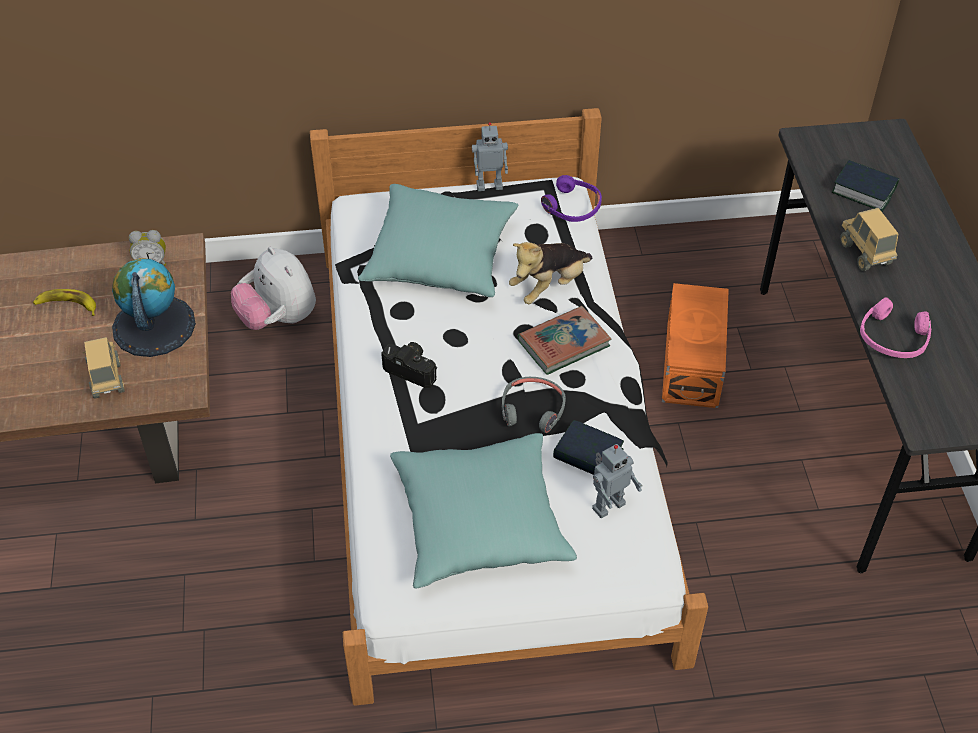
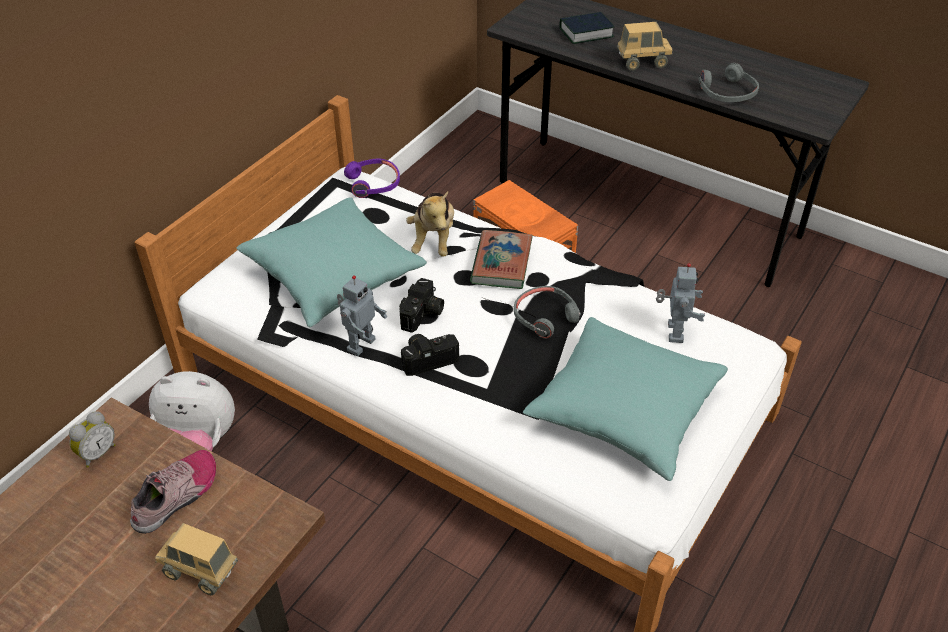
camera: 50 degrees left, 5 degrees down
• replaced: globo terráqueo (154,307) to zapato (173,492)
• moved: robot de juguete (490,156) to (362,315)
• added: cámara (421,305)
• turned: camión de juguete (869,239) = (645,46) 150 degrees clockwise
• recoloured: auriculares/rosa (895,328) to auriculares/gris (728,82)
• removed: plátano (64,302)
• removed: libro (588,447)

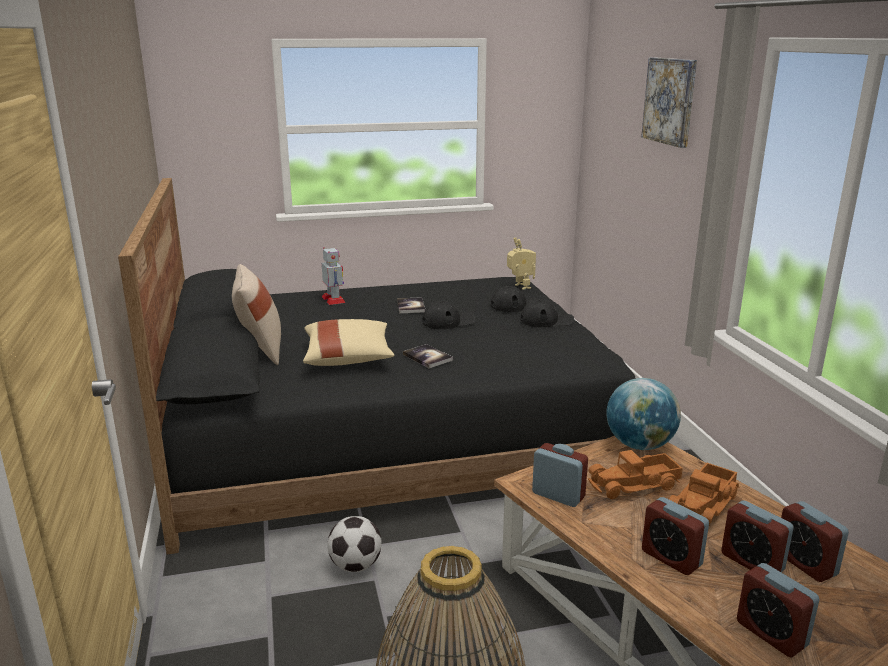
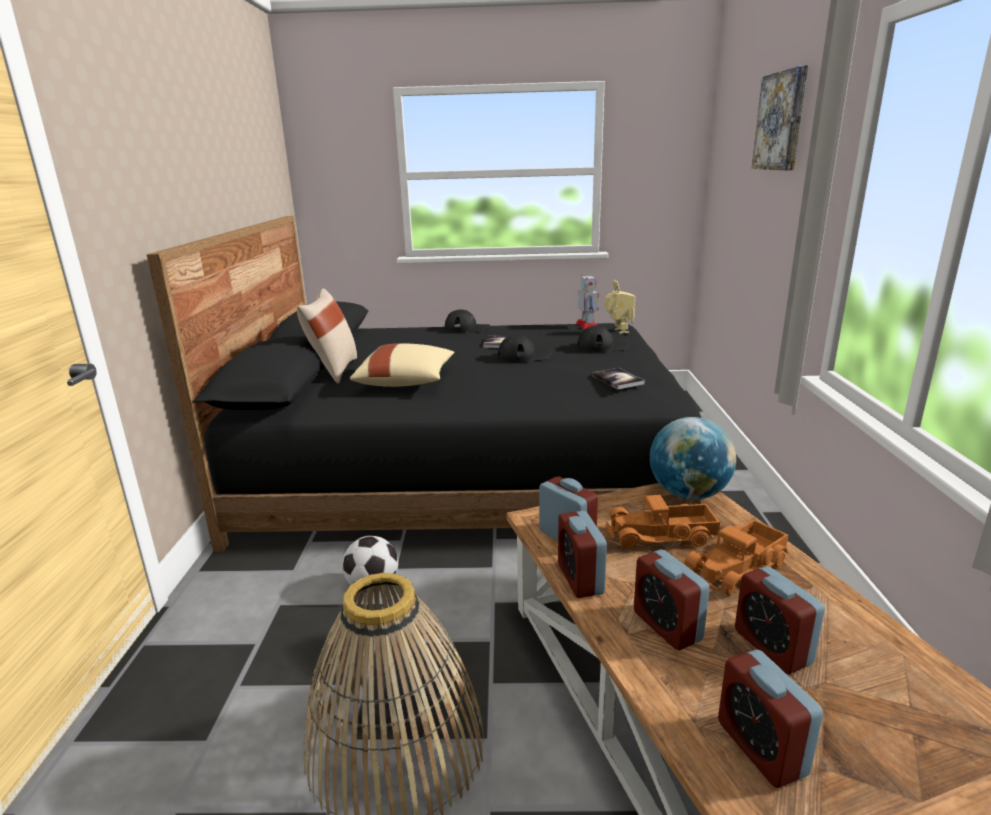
camera: 15 degrees right, 0 degrees up
• moved: gorra/negro (547,313) to (467,321)
• moved: despertador (815,541) to (582,554)
• moved: robot de juguete (333,276) to (587,302)
• moved: libro (428,356) to (618,378)

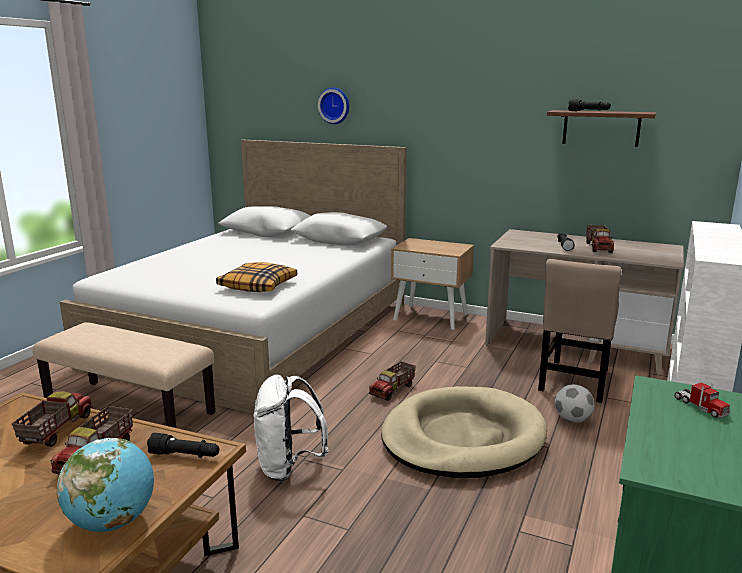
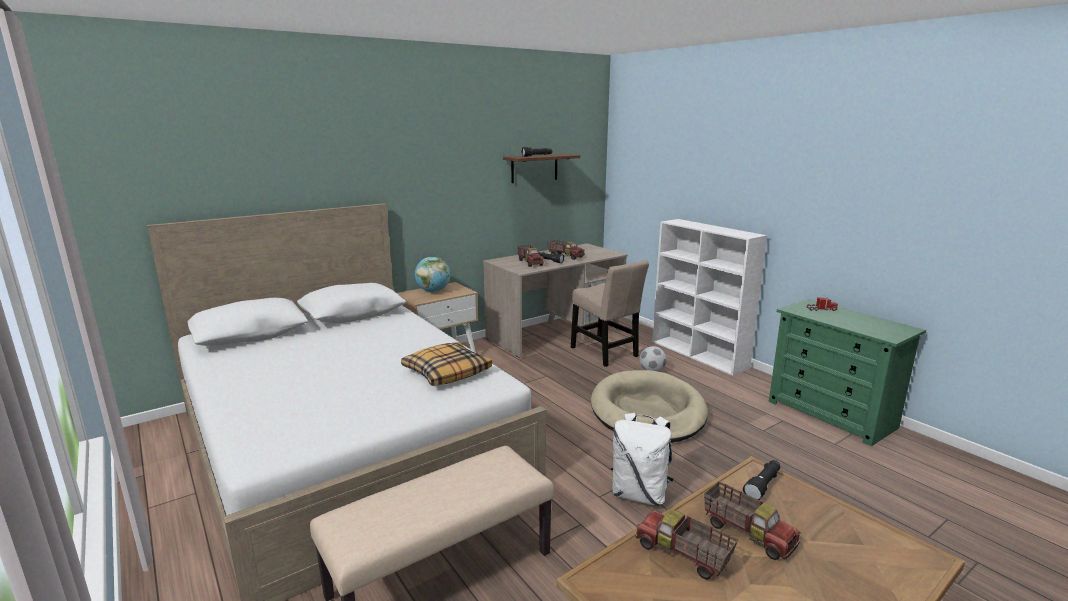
camera: 60 degrees left, 0 degrees up
• moved: globo terráqueo (105,485) to (432,274)
• moved: camión de juguete (392,381) to (530,256)
• removed: reloj de pared (333,105)

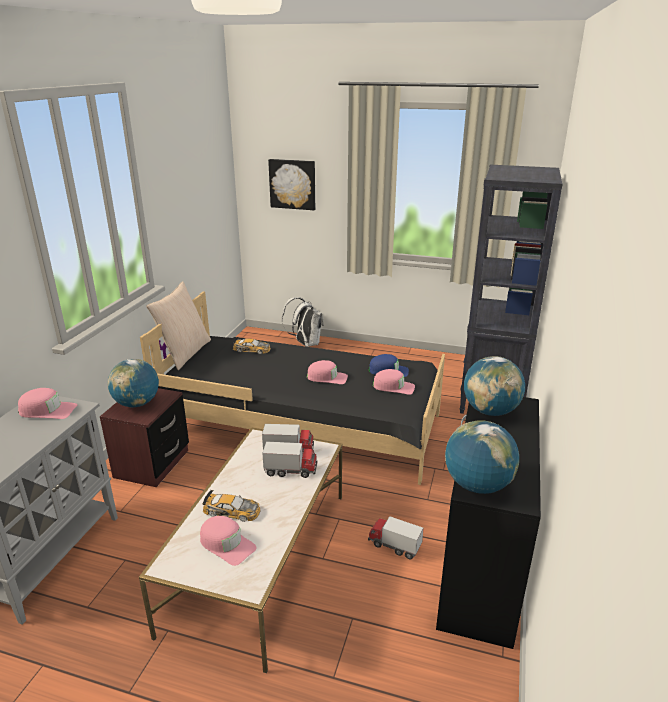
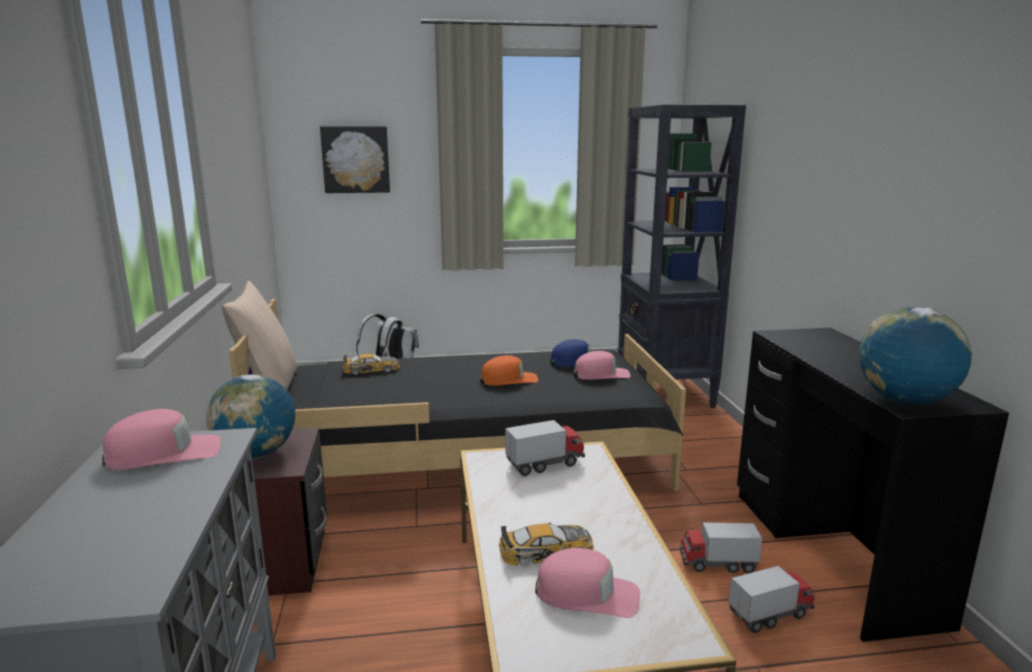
camera: 25 degrees left, 10 degrees down
• recoloured: gorra/rosa (327,372) to gorra/naranja (509,370)
• moved: camión de juguete (289,459) to (772,599)
• removed: globo terráqueo (494,386)

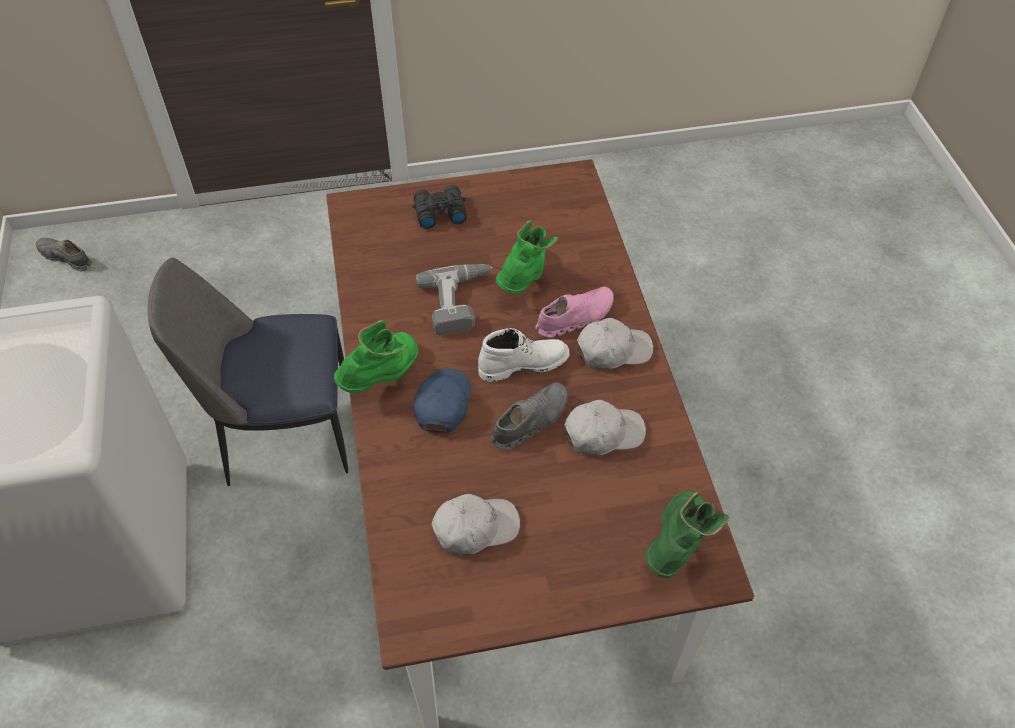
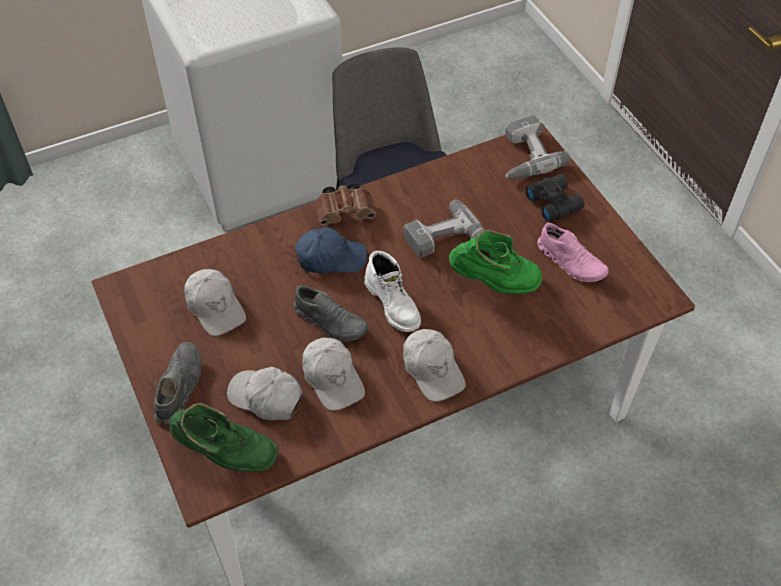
camera: 75 degrees right, 0 degrees up
• moved: zapato/gris (64,254) to (178,383)
• added: gorra/blanco (265,394)
• replaced: bota/verde (376,356) to prismáticos/marrón (345,204)
• added: taladro (537,147)
• moved: zapato/rosa (574,312) to (573,252)

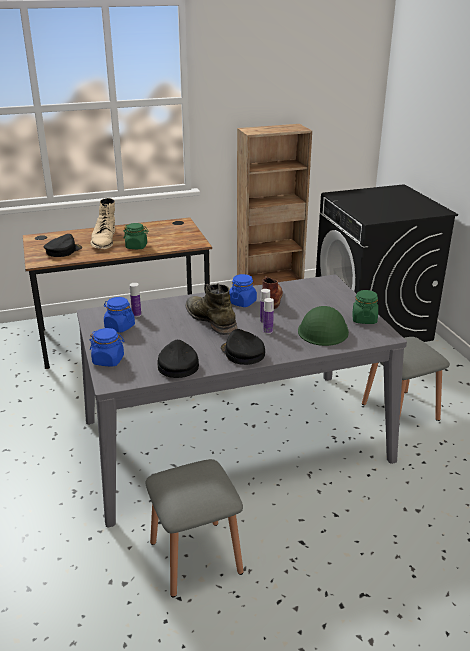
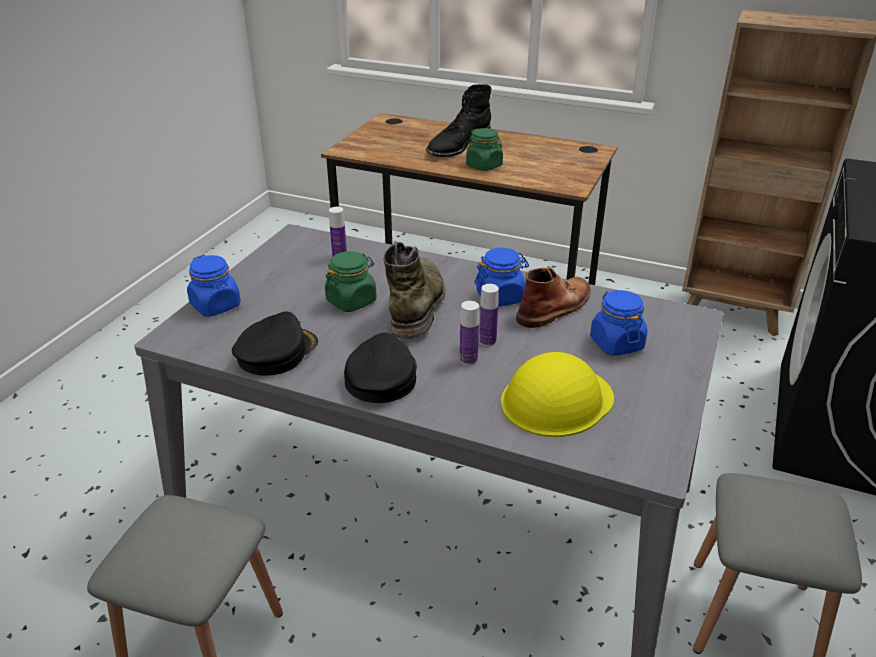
camera: 40 degrees right, 5 degrees up
• moved: tarro/verde (365,307) to (351,281)
• recoloured: bota/beis (103,223) to bota/negro (458,120)
• recoloured: casco/verde (323,326) to casco/amarillo (557,394)
• moved: tarro/azul (119,315) to (618,323)
• removed: gorra/negro (63,245)

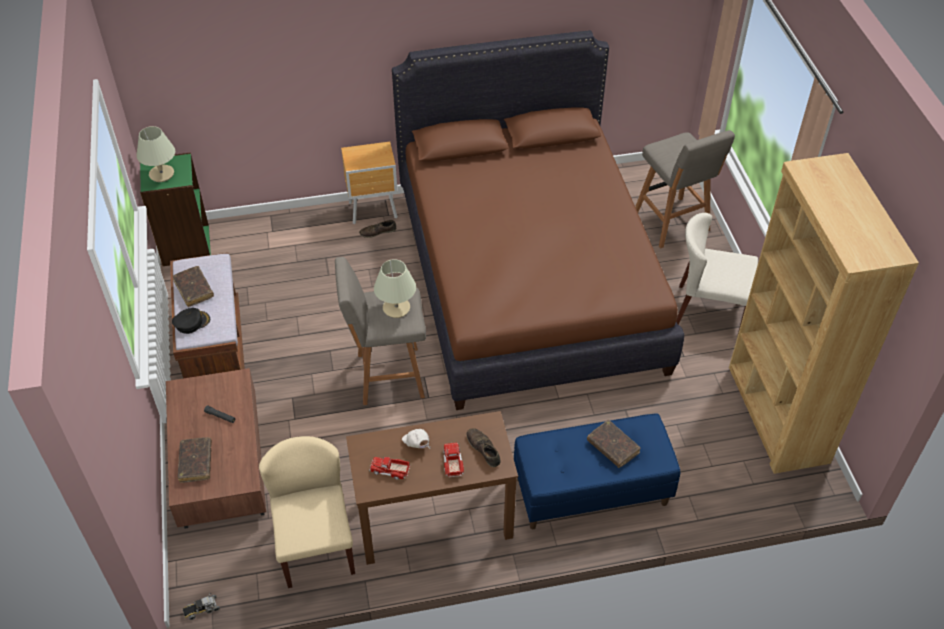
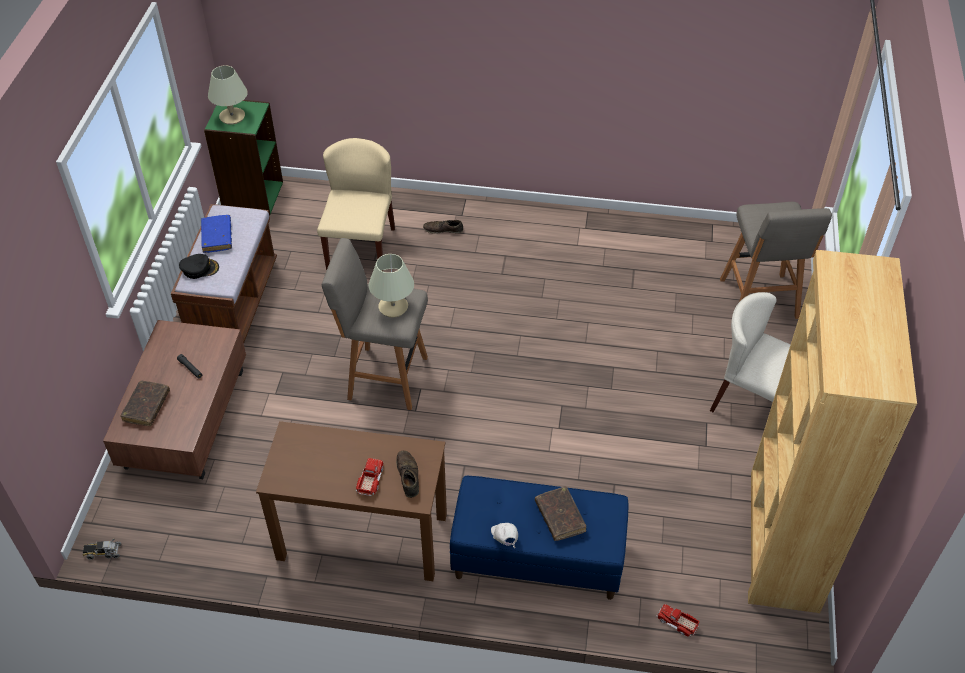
camera: 20 degrees right, 0 degrees up
• recoloured: libro/marrón (193,286) to libro/azul (216,234)
• moved: silla/beis (307,512) to (356,205)
• moved: gorra/blanco (416,438) to (504,535)
• moved: camión de juguete (389,468) to (677,620)
• removed: mesita de noche/marrón (369,183)
• removed: cama/marrón (538,220)

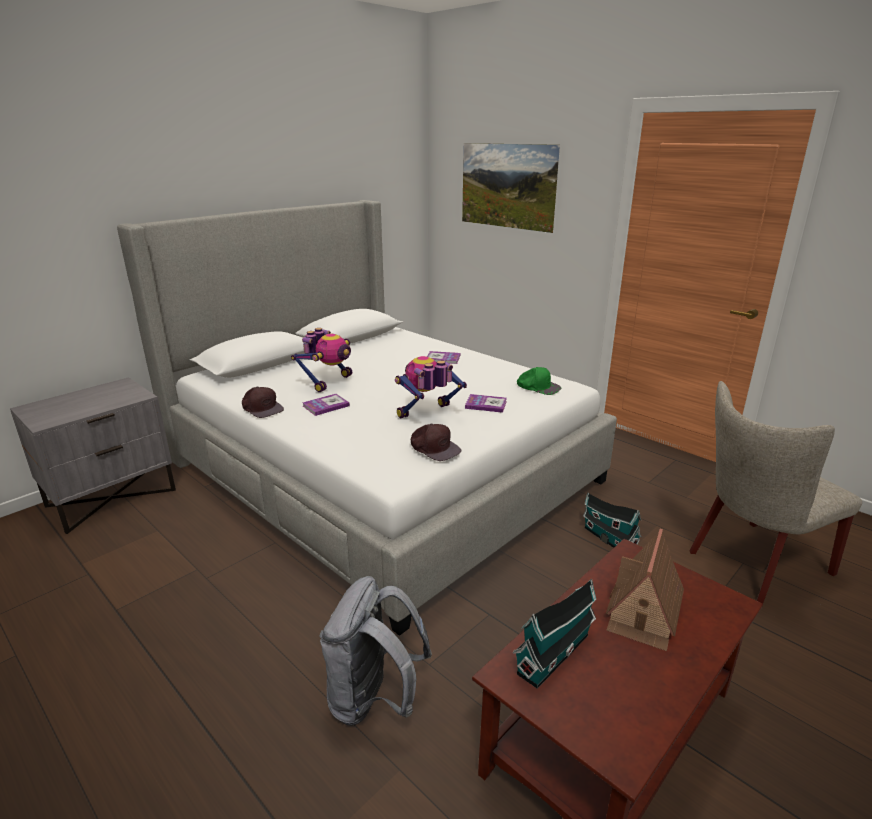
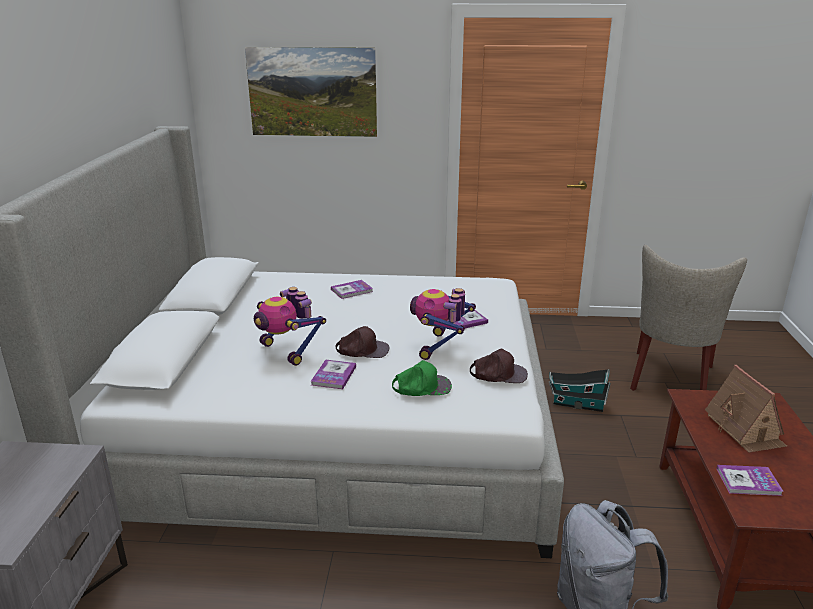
camera: 40 degrees left, 0 degrees up
• turned: robot de juguete (321,360) = (290,326) 150 degrees clockwise
• moved: gorra/marrón (263,402) to (362,342)
• moved: gorra/verde (539,381) to (422,378)
• replaced: casita (554,634) to libro (750,480)

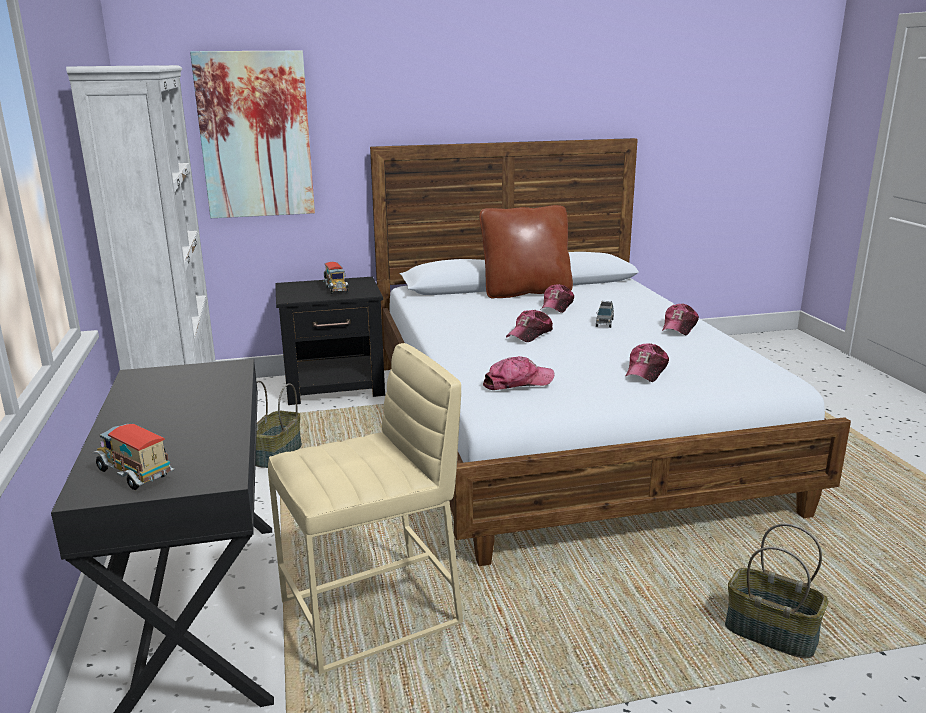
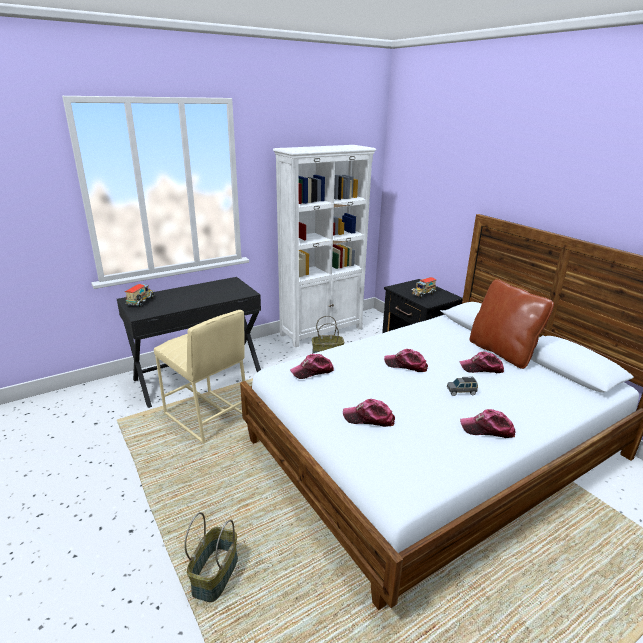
camera: 70 degrees right, 5 degrees up
• turned: gorra (519,373) = (312,366) 105 degrees clockwise
• removed: cuadro (252,134)

